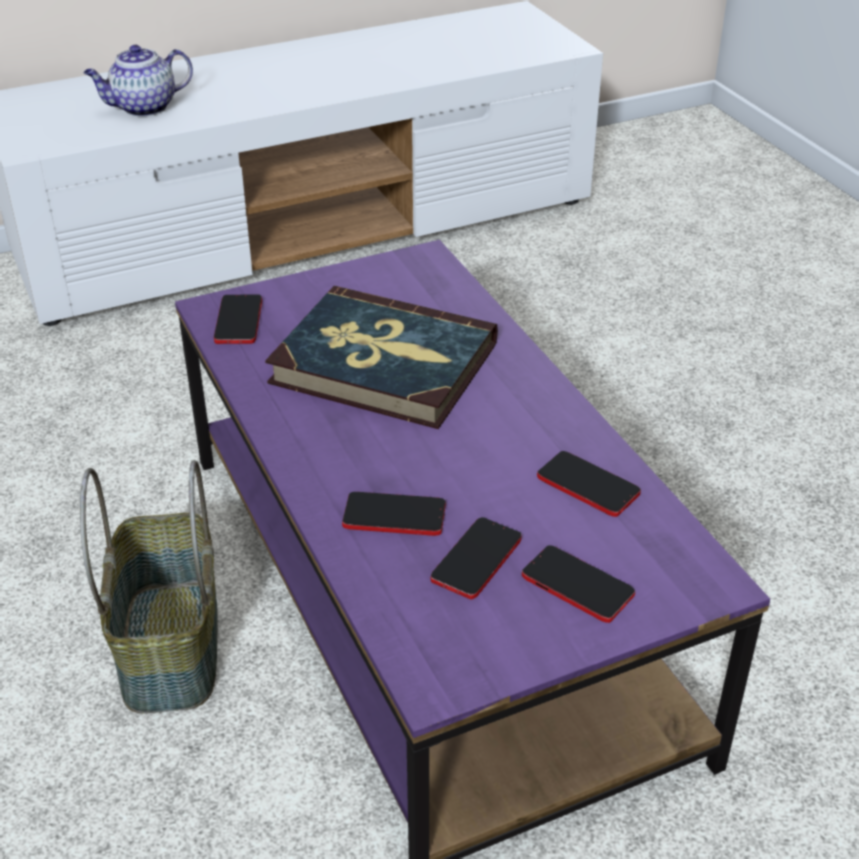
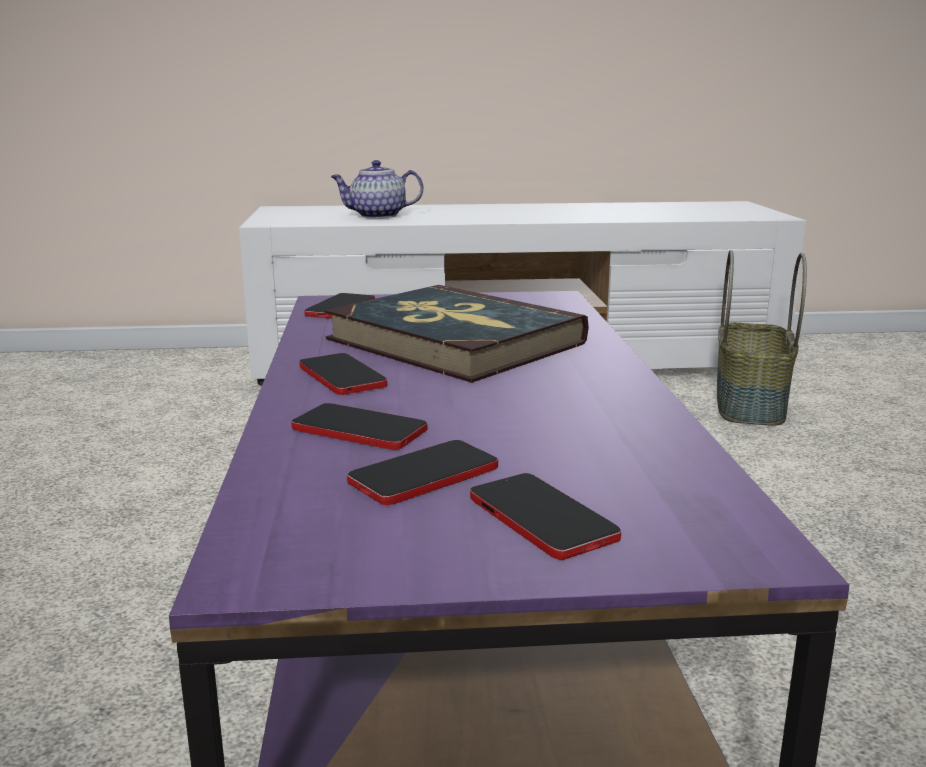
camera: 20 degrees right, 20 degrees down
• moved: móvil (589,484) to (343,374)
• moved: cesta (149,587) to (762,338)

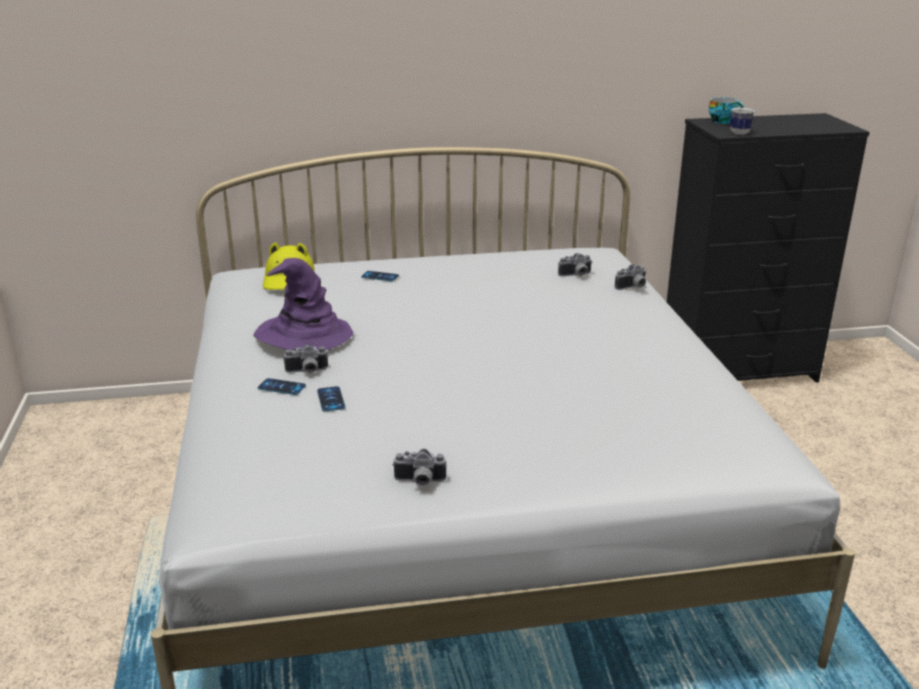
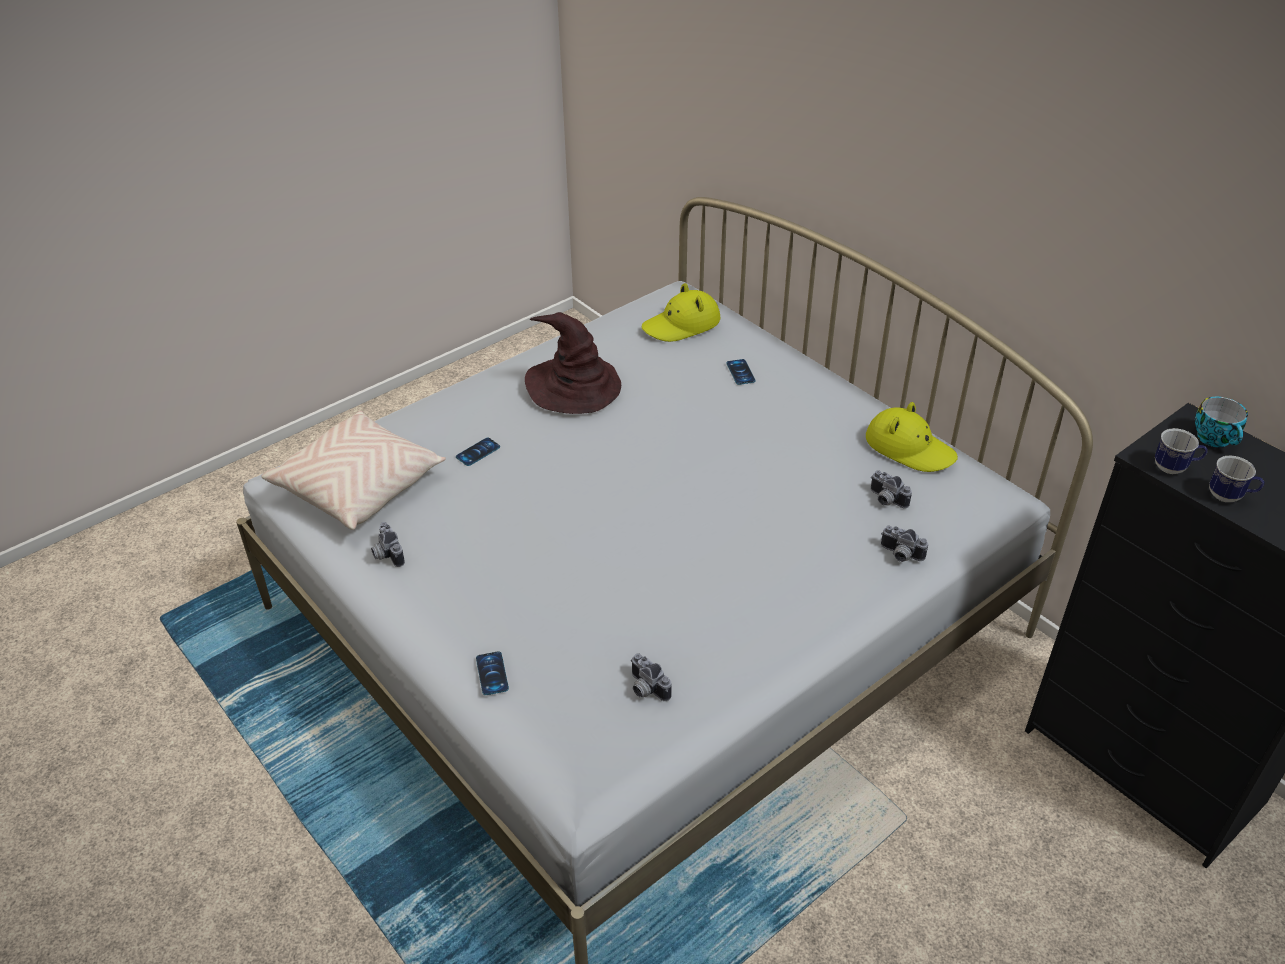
camera: 60 degrees right, 15 degrees up
• added: cojín/beis (353,470)
• moved: móvil (281,386) to (492,673)
• recoloured: sombrero/morado (303,304) to sombrero/marrón (573,363)
• moved: cámara (305,358) to (651,677)
• added: sombrero/amarillo (912,437)
• added: taza grande (1236,479)

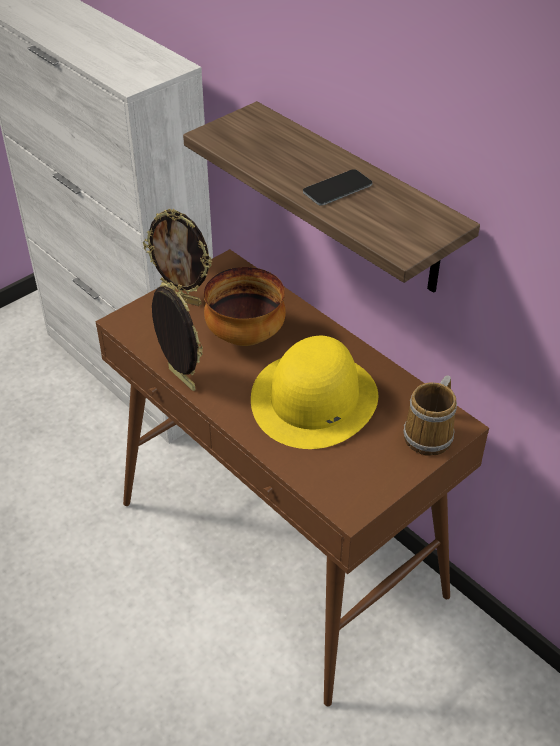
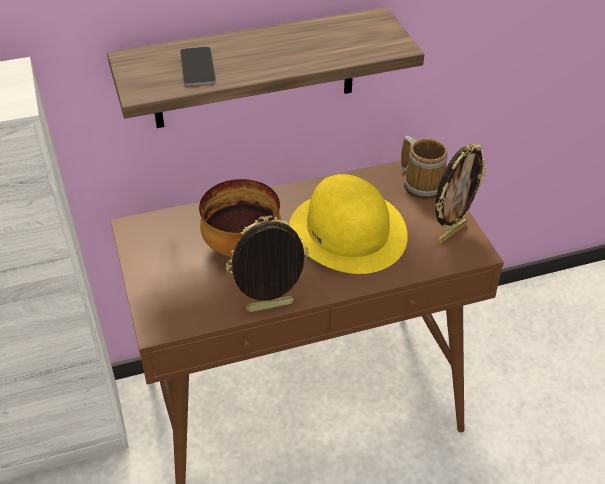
camera: 65 degrees left, 0 degrees up
• moved: móvil (337,187) to (198,66)
• moved: portarretratos (177,257) to (460,194)

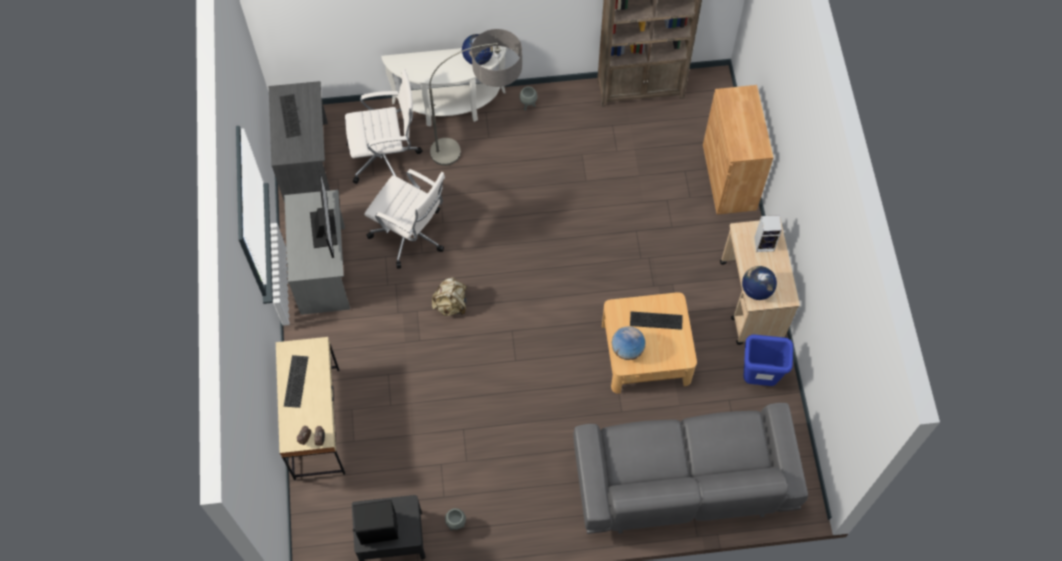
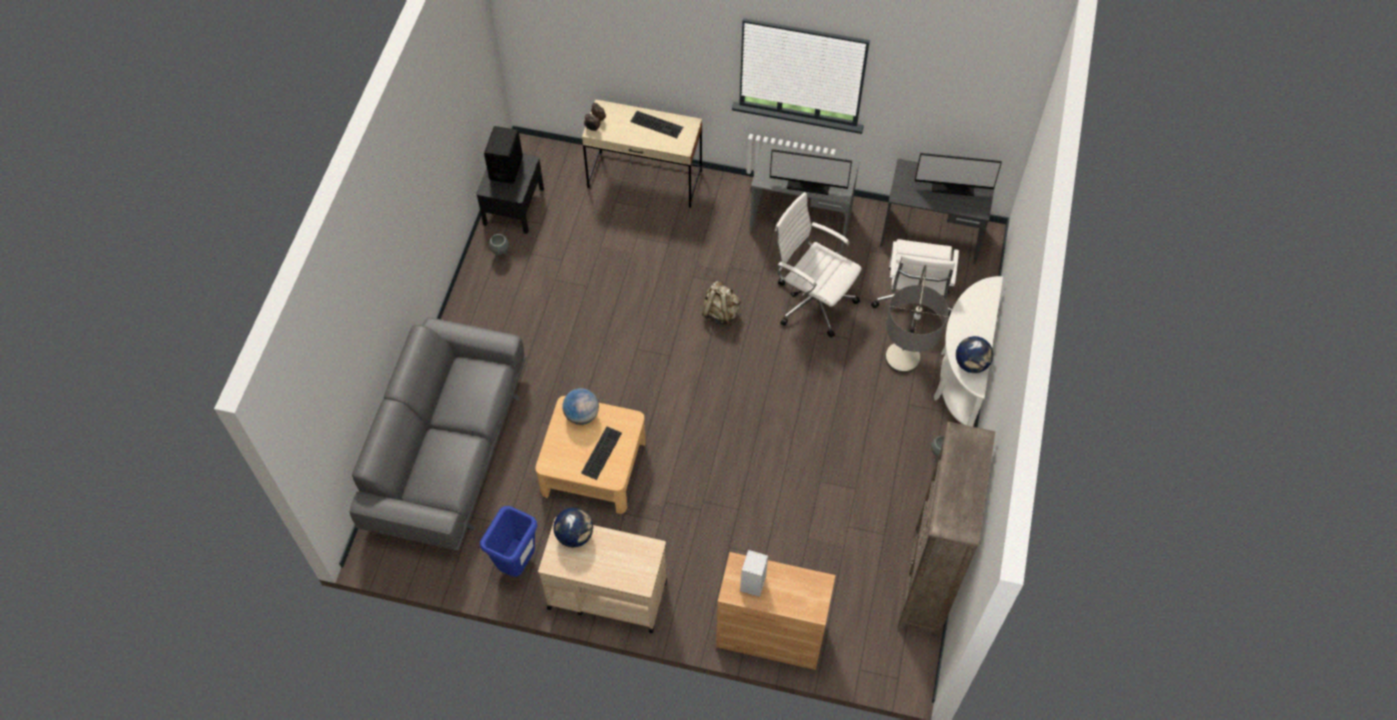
camera: 110 degrees right, 5 degrees down
• moved: altavoz (768,233) to (754,573)
• turned: silla de oficina/blanco (404,219) = (818,265) 75 degrees clockwise
• replaced: teclado (290,116) to monitor (958,174)

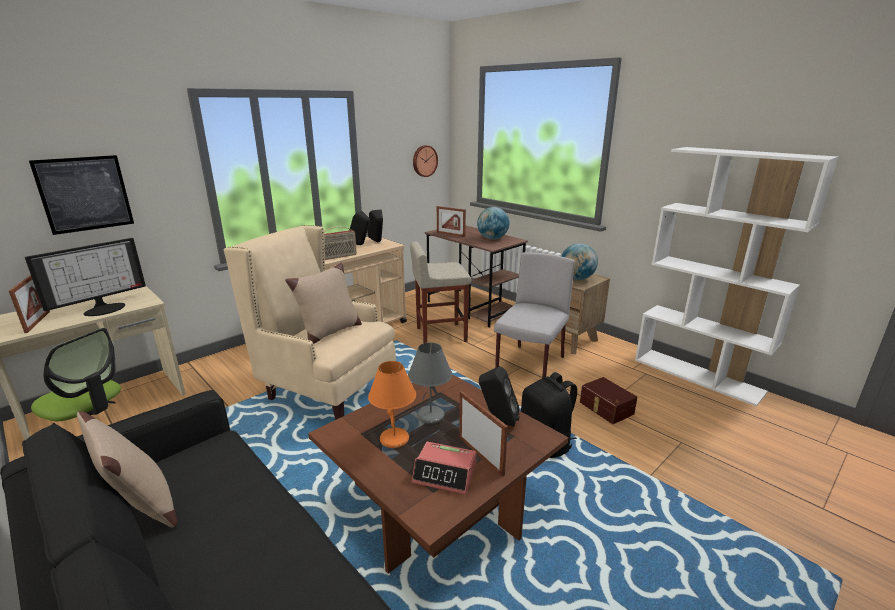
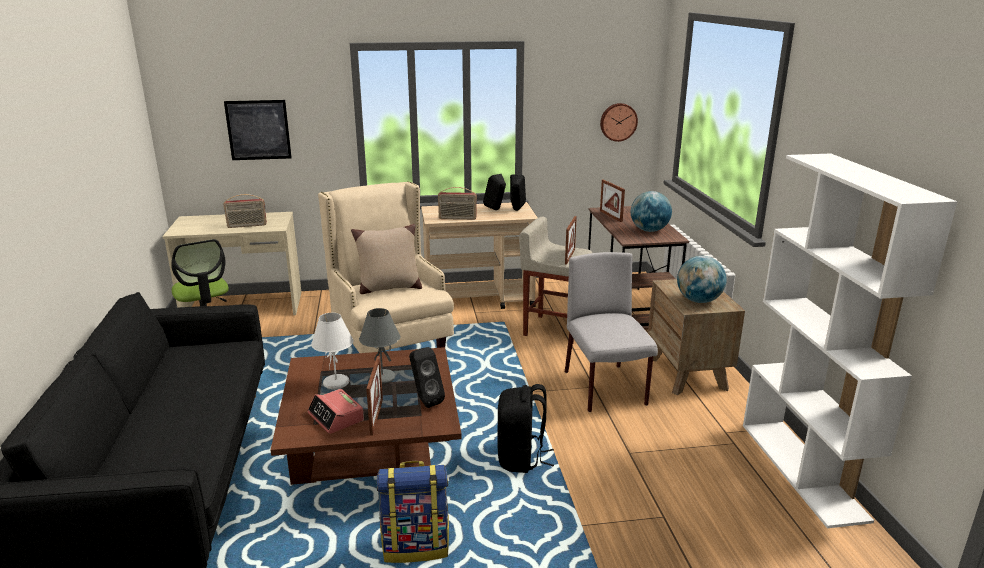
camera: 35 degrees right, 0 degrees up
• replaced: monitor (85,277) to radio (245,211)
• recoloured: lámpara de mesa/naranja (392,404) to lámpara de mesa/blanco (332,351)
• added: mochila (413,512)
• moved: portarretratos (29,304) to (571,240)
• turned: silla/gris (534,315) = (611,332) 75 degrees counterclockwise
• removed: cojín/beis (127,469)
• removed: caja de almacenaje/marrón (608,400)

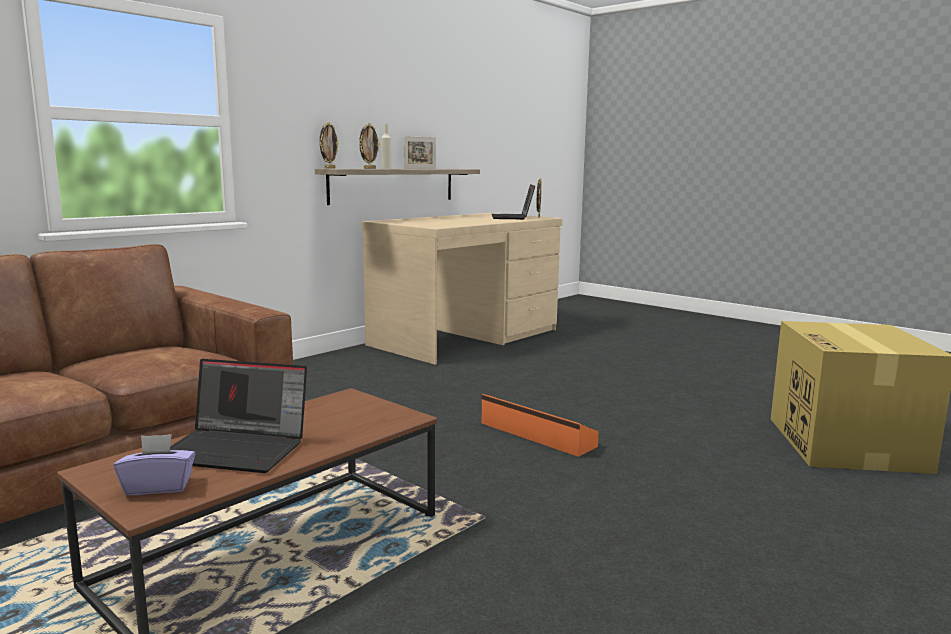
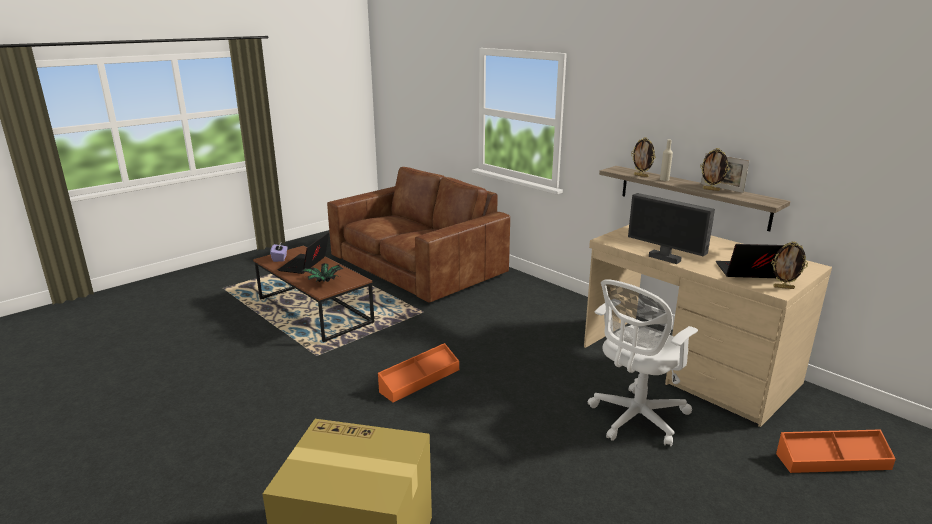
camera: 95 degrees right, 10 degrees up
• added: planta en maceta (323,272)
• added: silla de oficina/blanco (643,362)
• added: monitor (671,228)
• moved: portarretratos (329,145) to (715,169)
• added: caja de almacenaje/naranja (836,451)

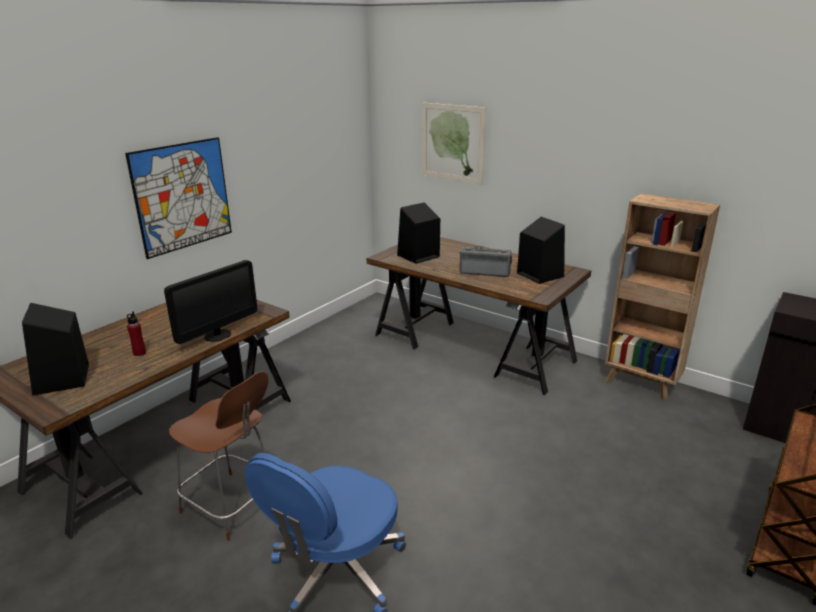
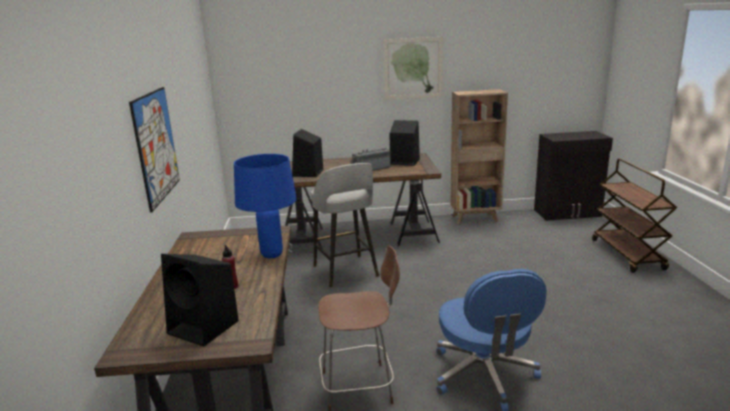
camera: 40 degrees left, 5 degrees down
• replaced: monitor (210,302) to lámpara de mesa/azul (265,206)
• added: taburete/gris (345,225)
• moved: cuadro (454,143) to (413,68)

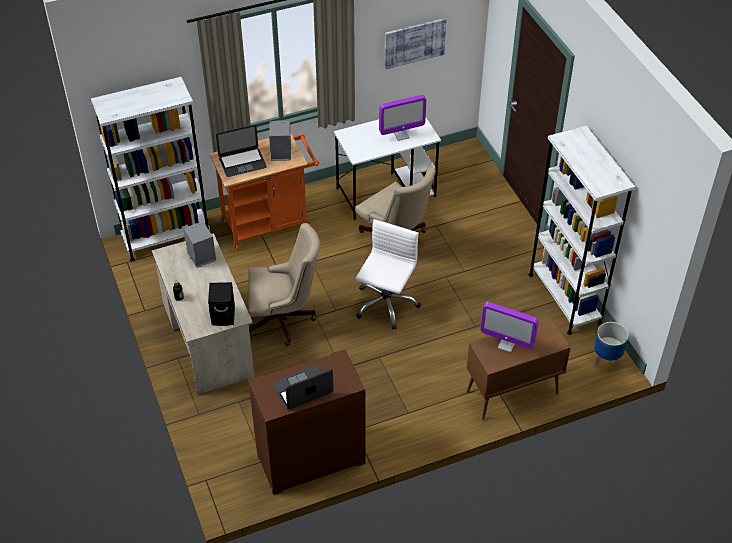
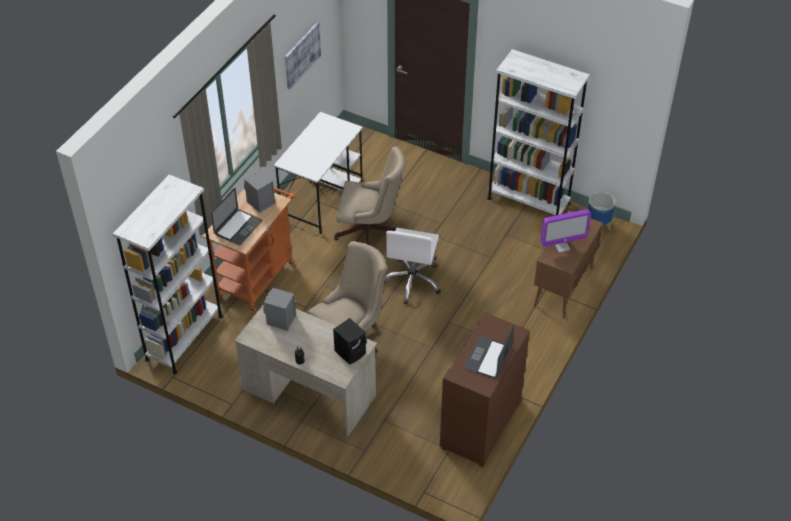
camera: 40 degrees left, 0 degrees up
• turned: silla de oficina/blanco (388,274) = (412,266) 150 degrees counterclockwise
• removed: monitor (402,118)

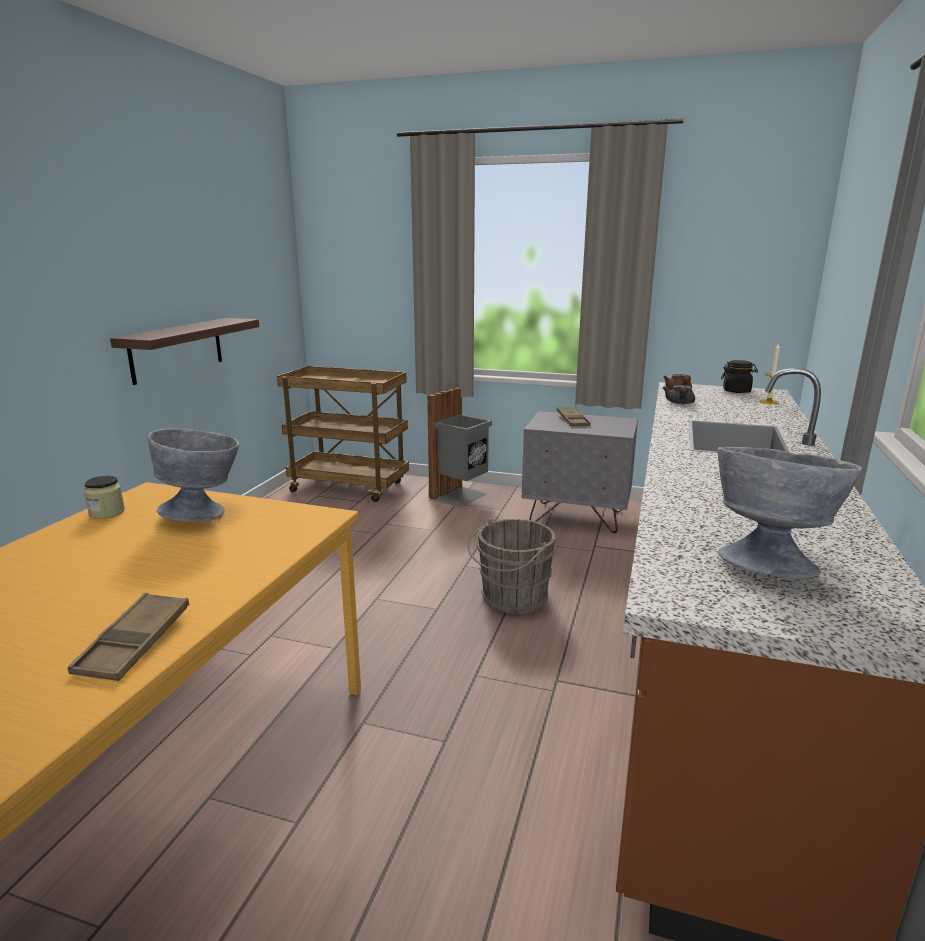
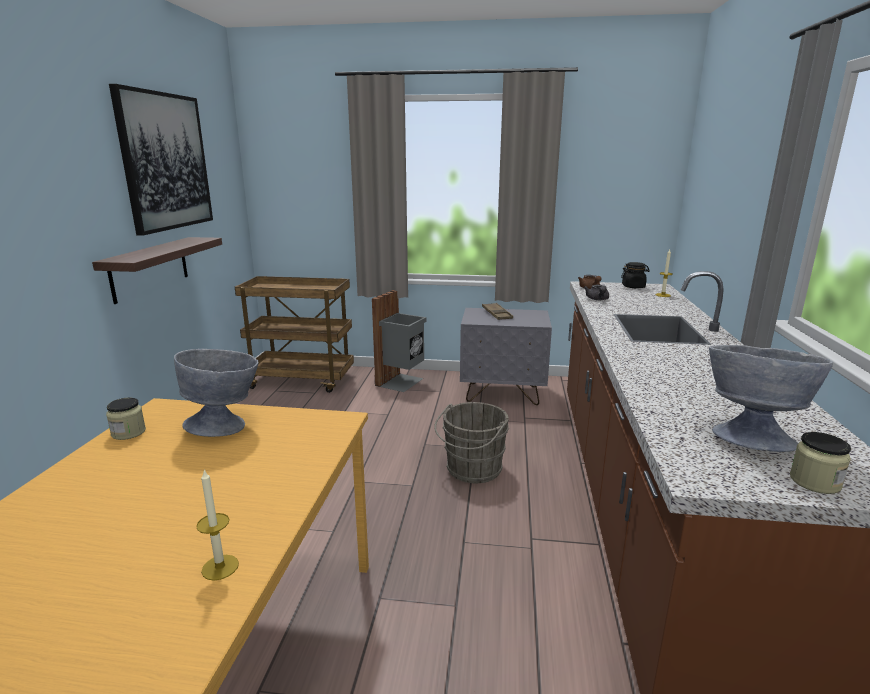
camera: 10 degrees left, 0 degrees up
• added: cuadro (161,160)
• replaced: bandeja/marrón (128,637) to vela (217,525)
• added: tarro (820,463)

